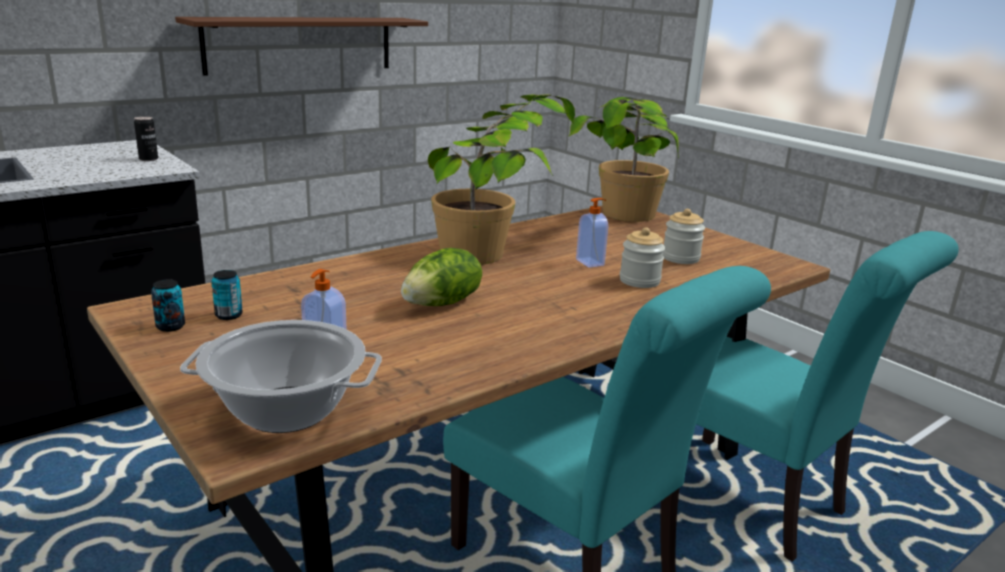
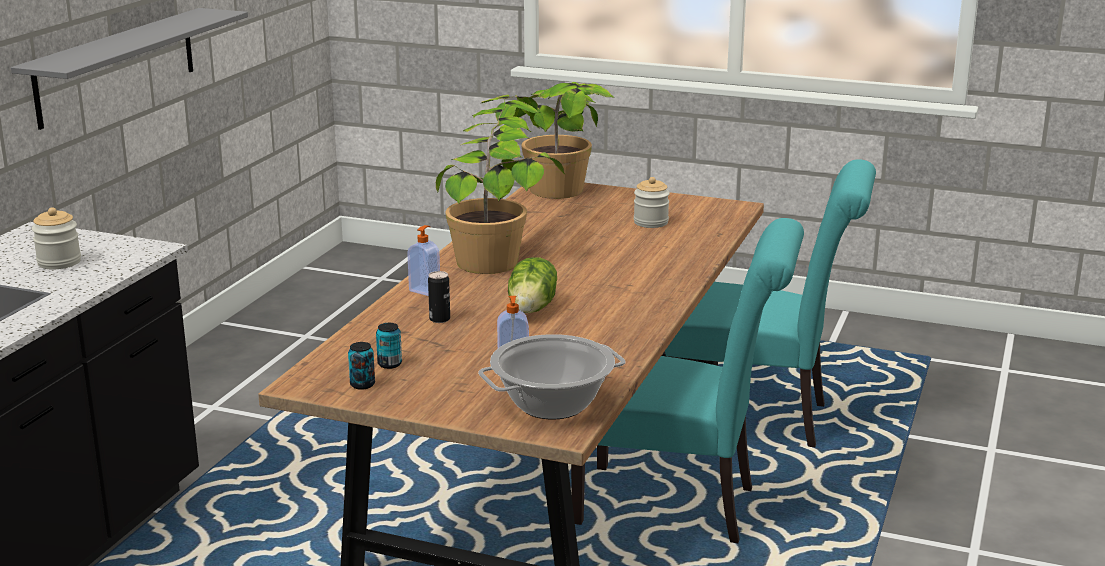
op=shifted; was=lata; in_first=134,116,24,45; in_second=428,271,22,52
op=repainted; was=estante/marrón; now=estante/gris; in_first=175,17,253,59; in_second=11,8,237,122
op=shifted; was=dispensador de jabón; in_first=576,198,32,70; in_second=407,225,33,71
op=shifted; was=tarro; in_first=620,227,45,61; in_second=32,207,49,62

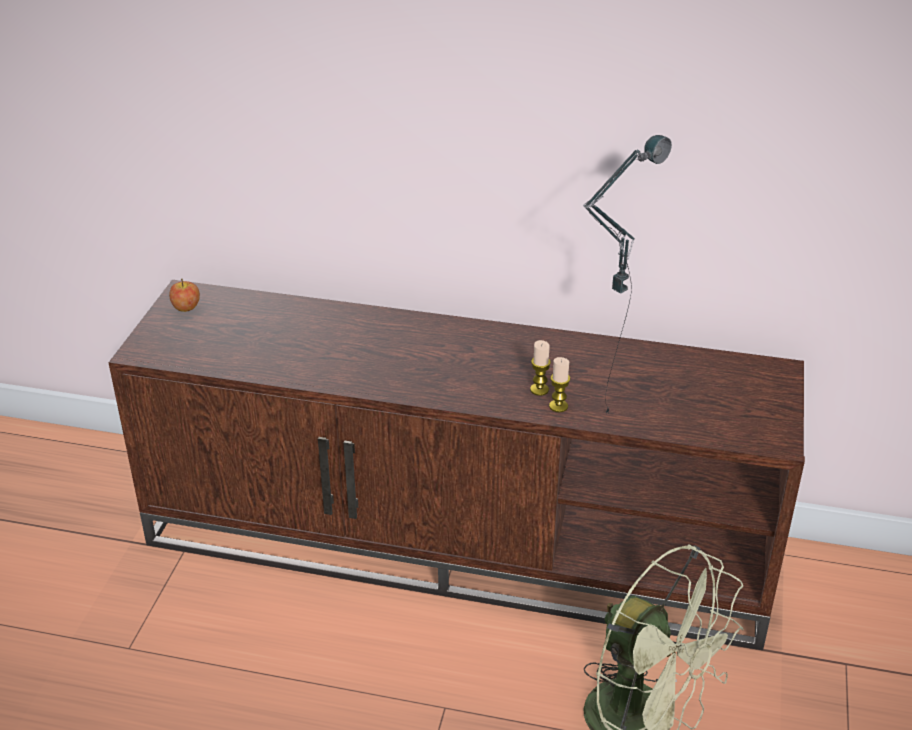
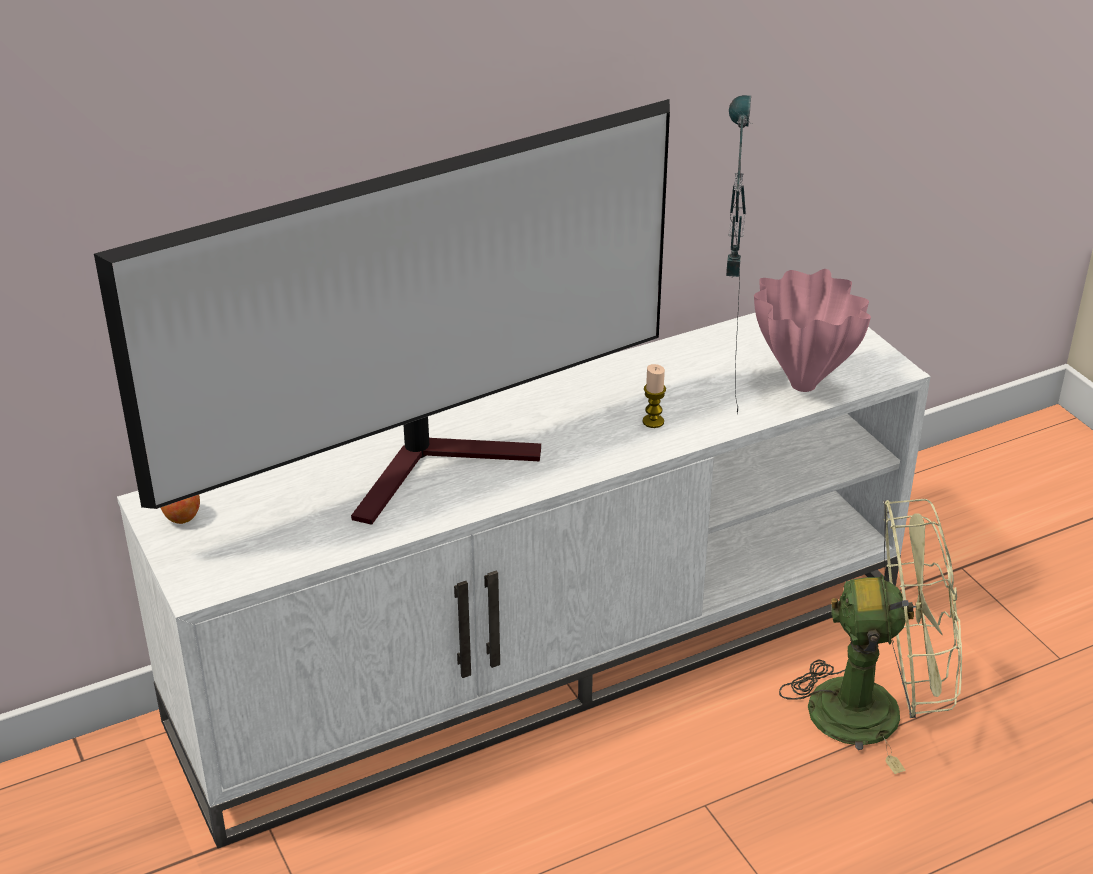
op=repainted; was=mueble de televisión/marrón; now=mueble de televisión/blanco; in_first=108,280,697,370; in_second=117,313,814,535
op=gone; was=vela; in_first=549,357,21,55
op=new; now=televisor; in_second=94,99,576,426
op=new; now=florero/rosa; in_second=754,269,117,123

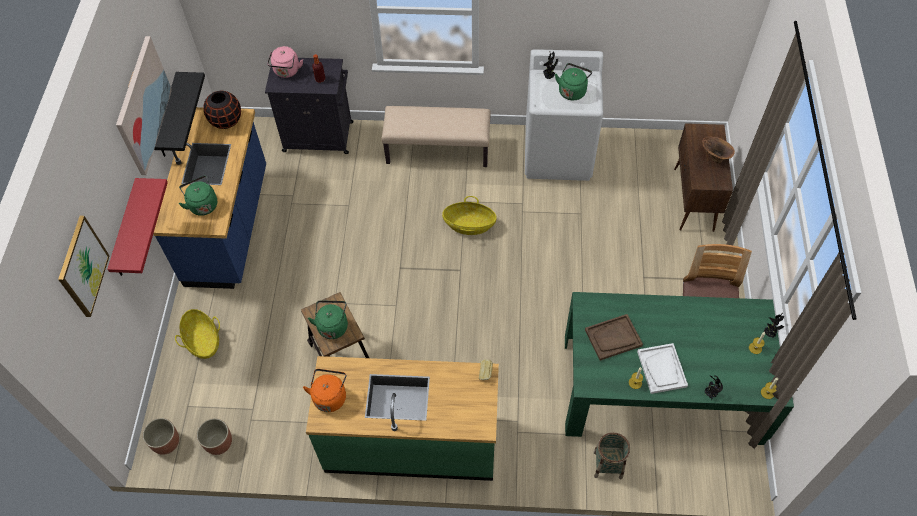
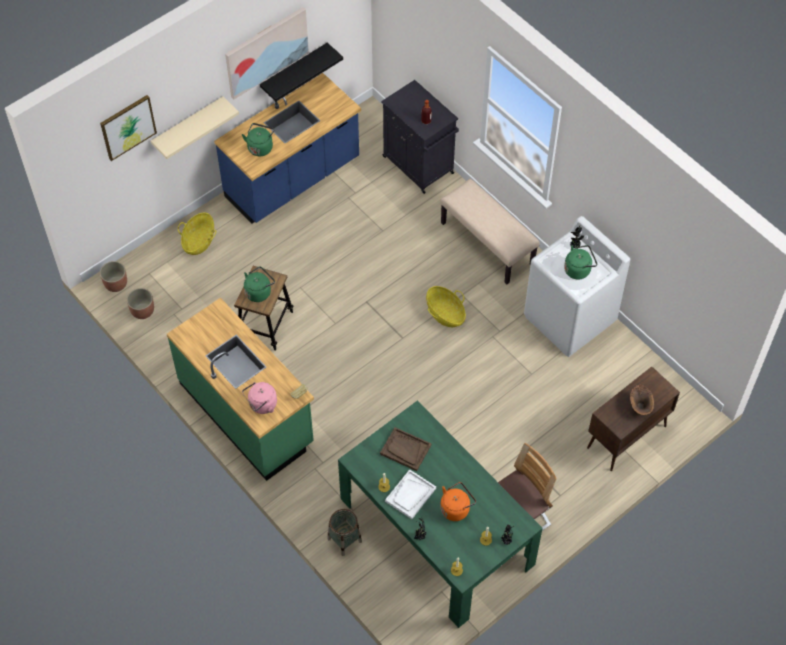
op=repainted; was=estante/rojo; now=estante/beis; in_first=107,178,61,98; in_second=151,97,88,62
op=gone; was=florero/negro; in_first=204,91,37,38
op=shifted; was=hervidor/rosa; in_first=267,46,36,32; in_second=242,382,35,32
op=shifted; was=hervidor/naranja; in_first=303,369,43,43; in_second=440,482,36,39

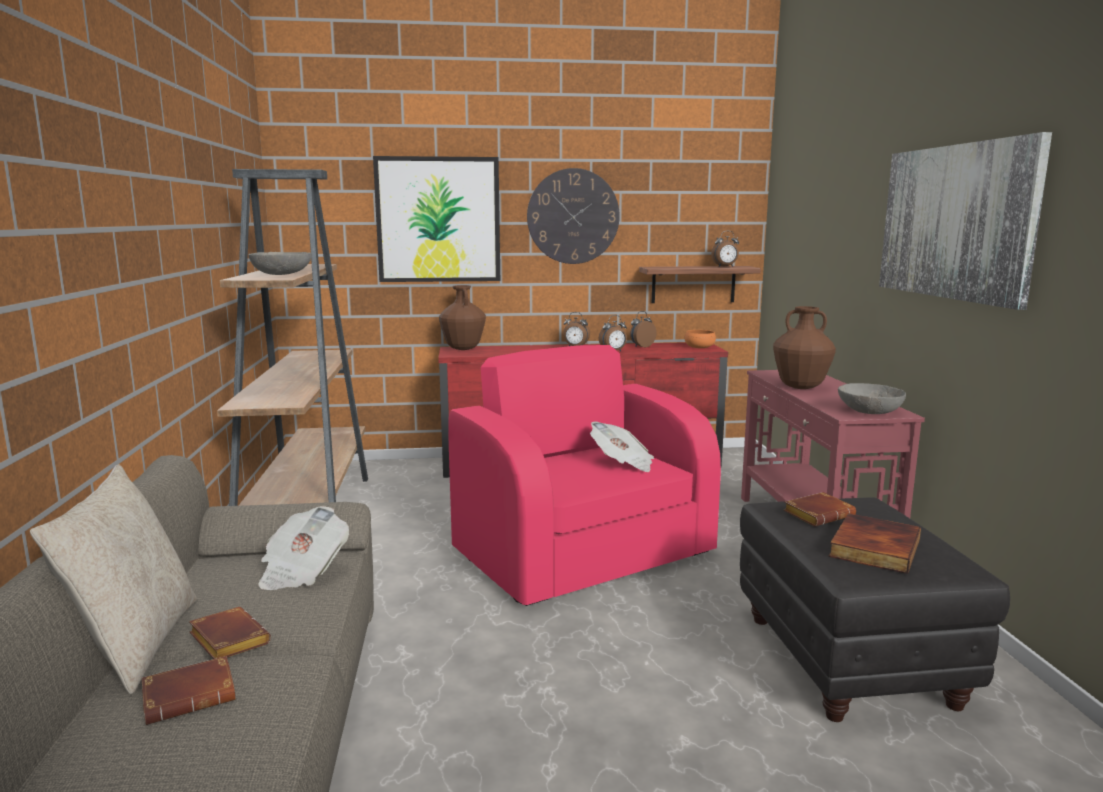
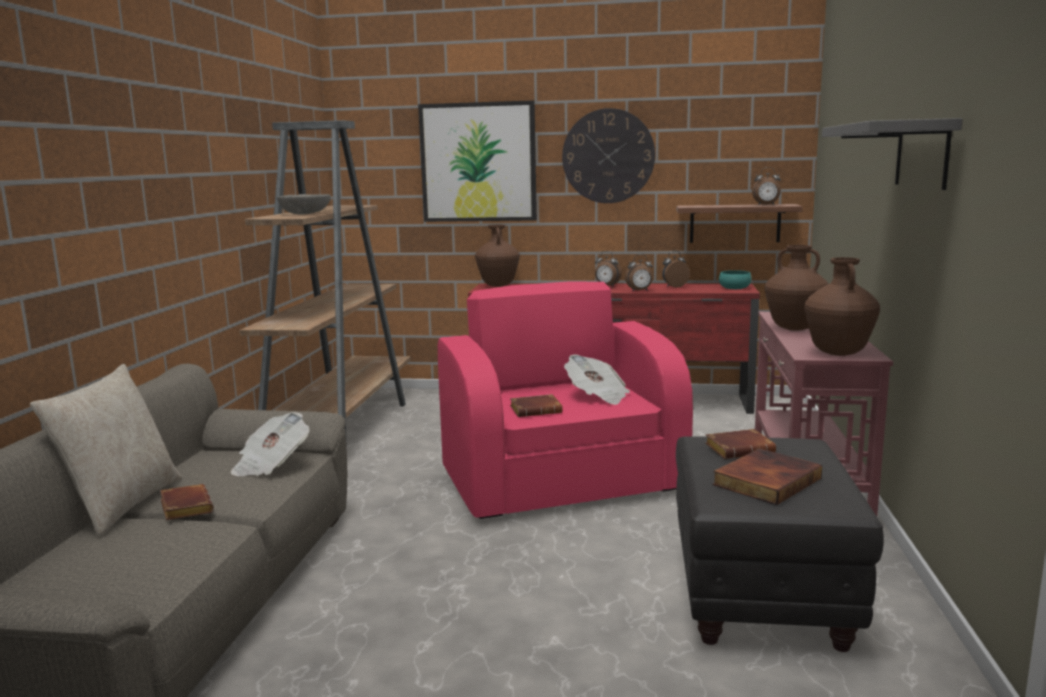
op=shifted; was=libro/marrón; in_first=142,656,93,69; in_second=510,394,53,23
op=repainted; was=cuenco/naranja; now=cuenco/turquesa; in_first=685,330,31,18; in_second=719,270,33,19
op=swapped; was=cuenco/gris; now=florero/marrón; in_first=838,383,68,31; in_second=804,257,76,99
op=swapped; was=cuadro; now=estante/gris; in_first=879,132,173,178; in_second=822,118,140,72

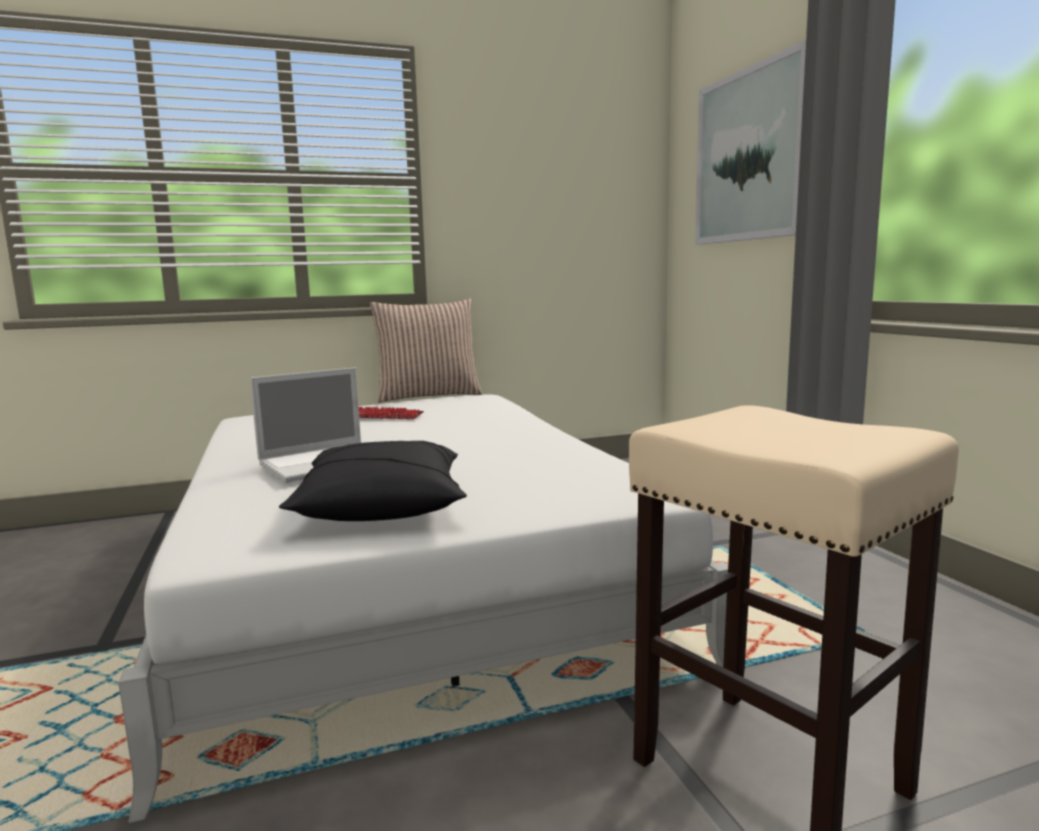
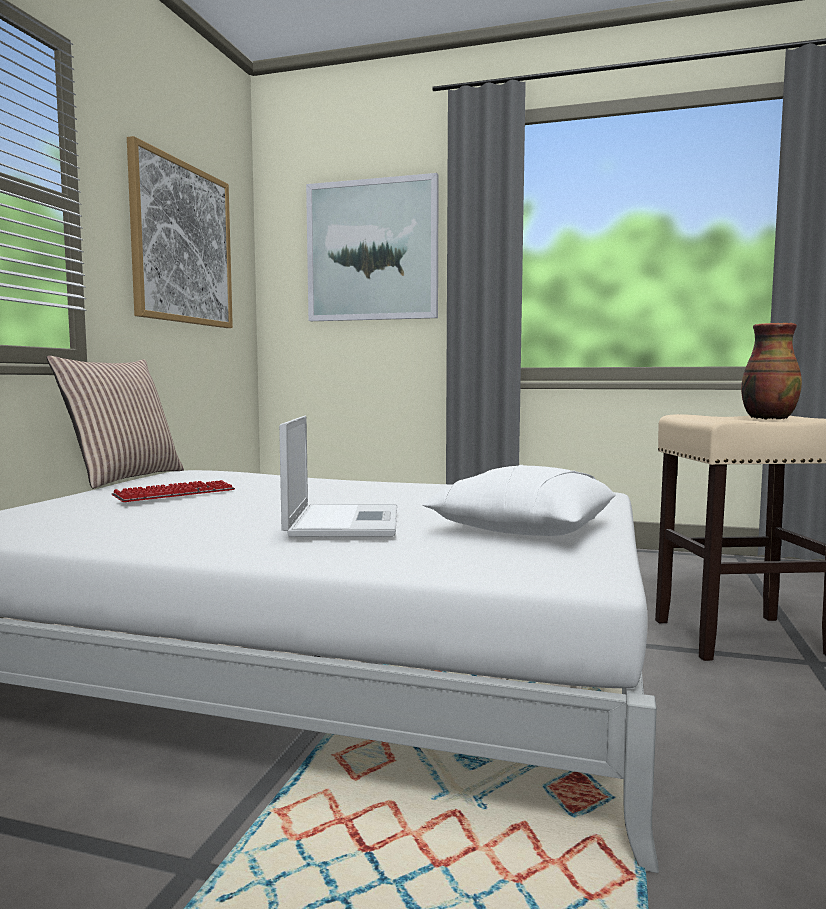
op=repainted; was=cojín/negro; now=cojín/blanco; in_first=279,441,188,80; in_second=422,465,194,71
op=new; now=cuadro; in_second=127,136,106,192
op=new; now=florero; in_second=741,323,61,96

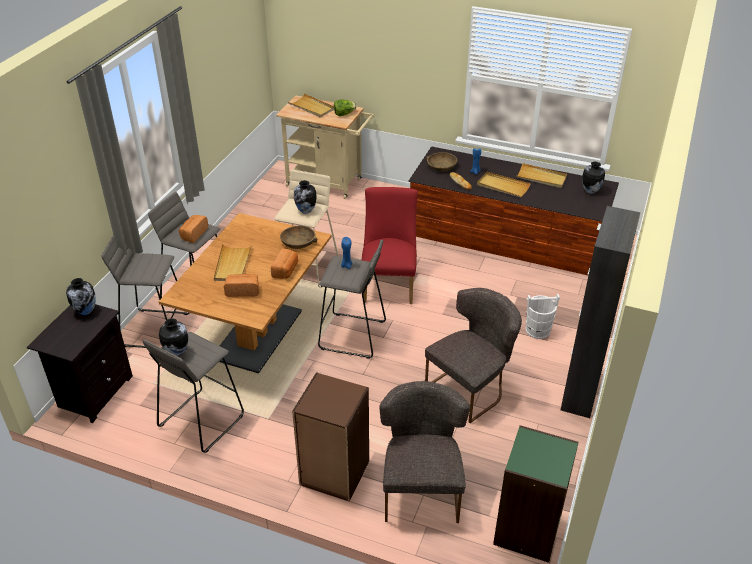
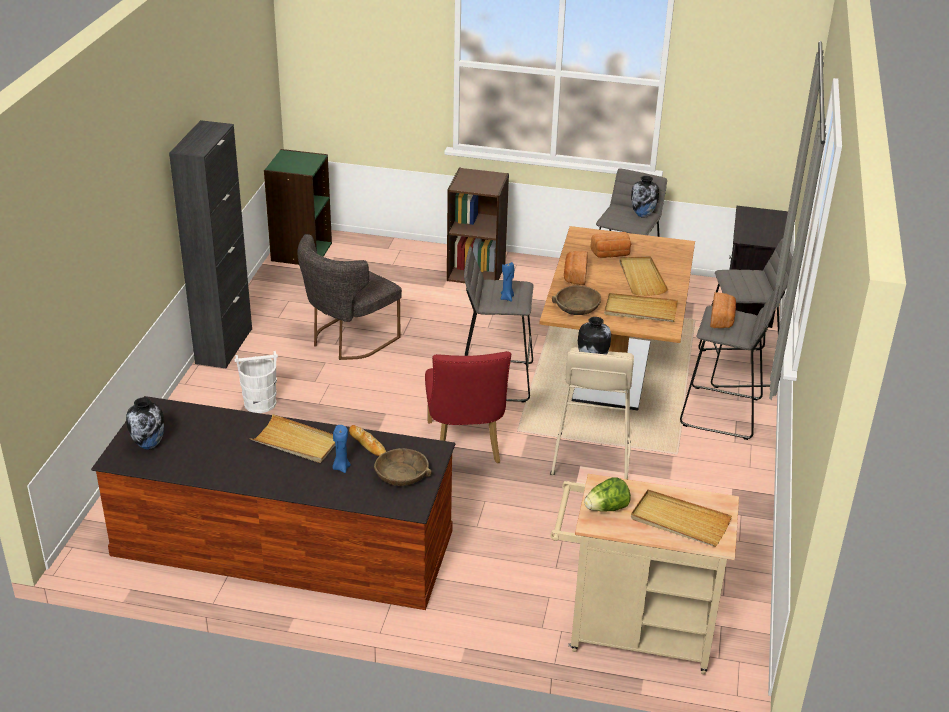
op=gone; was=florero; in_first=66,278,30,37
op=gone; was=silla/gris; in_first=379,380,91,143
op=shifted; was=bandeja/beis; in_first=516,163,51,25; in_second=604,293,74,29

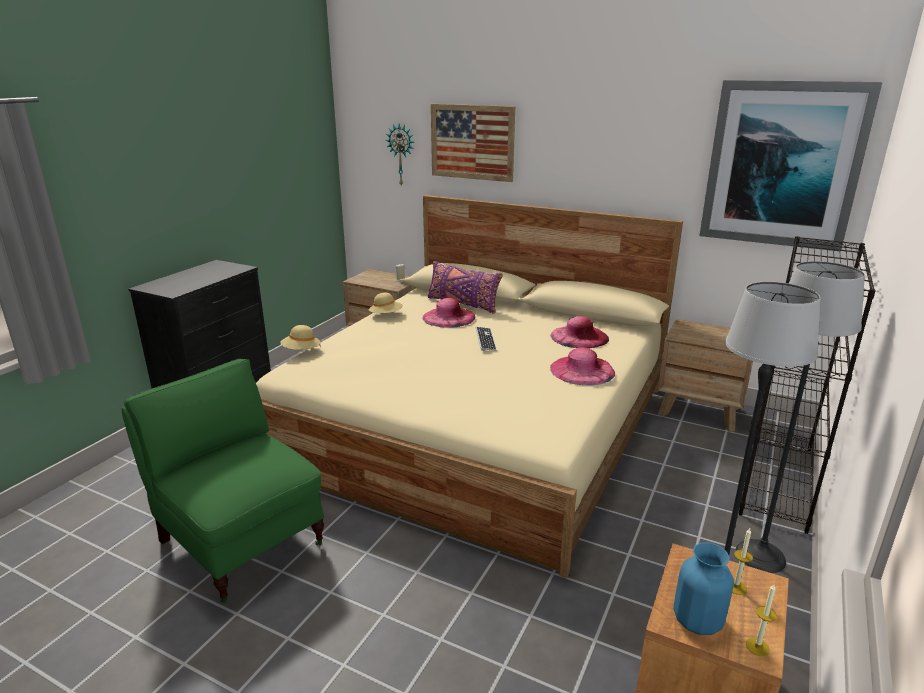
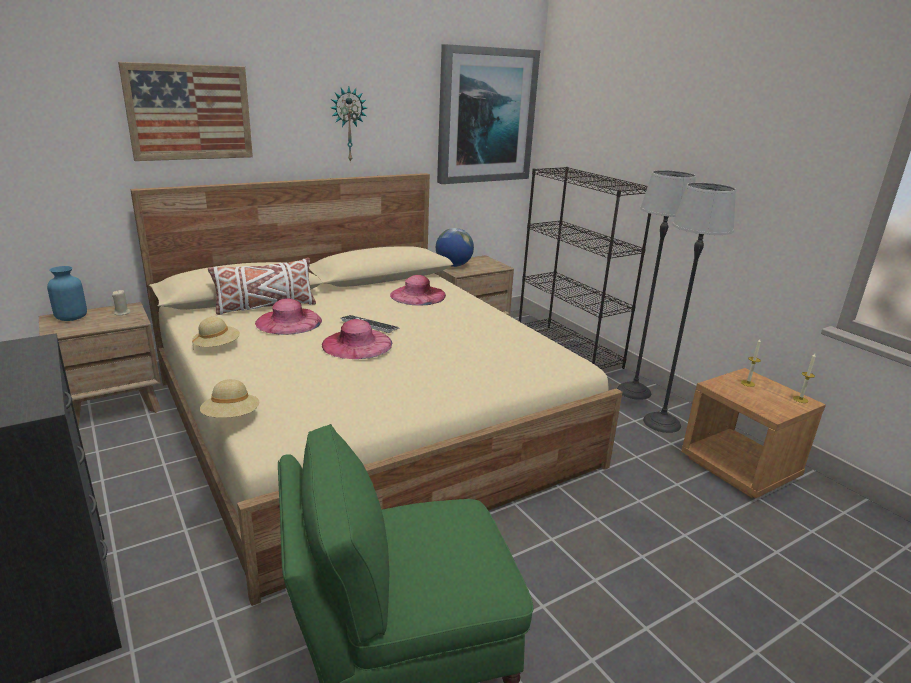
op=shifted; was=reloj de pared; in_first=385,124,29,63; in_second=331,87,36,76
op=repainted; was=cojín/morado; now=cojín/blanco; in_first=428,261,75,53; in_second=208,258,108,57
op=shifted; was=sombrero/rosa; in_first=550,347,65,38; in_second=322,319,70,40
op=shifted; was=florero/azul; in_first=673,543,61,92; in_second=47,266,40,55
op=new; now=globo terráqueo; in_second=436,228,38,39

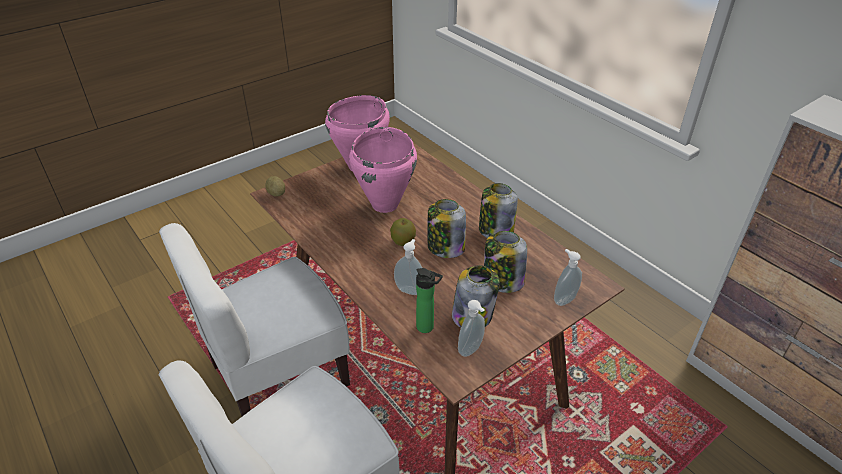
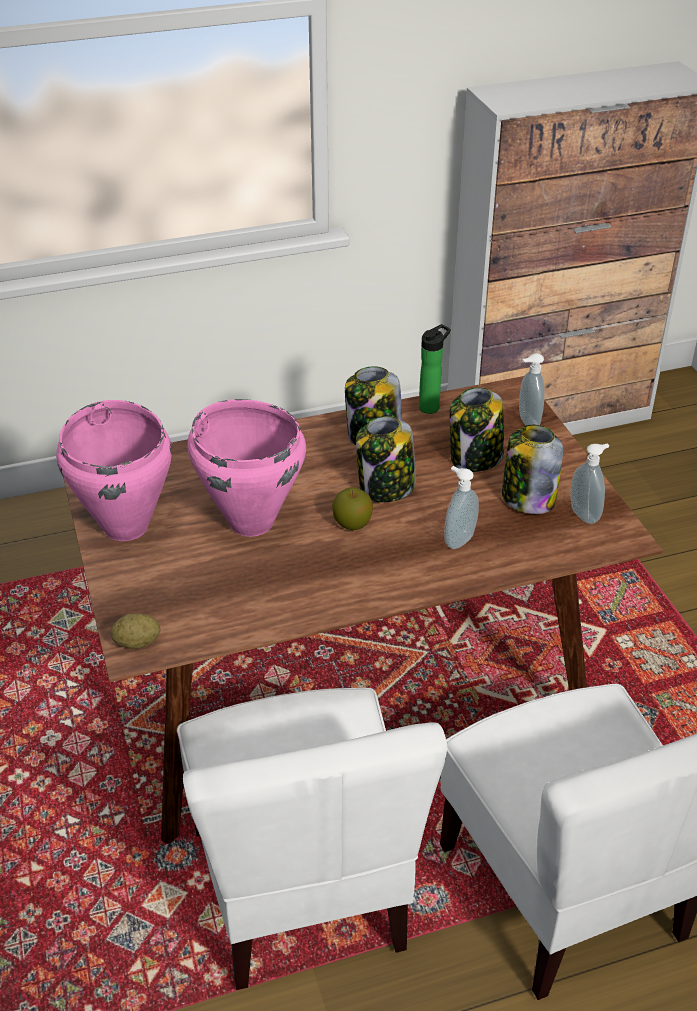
op=shifted; was=botella; in_first=416,268,27,65; in_second=419,324,32,90

